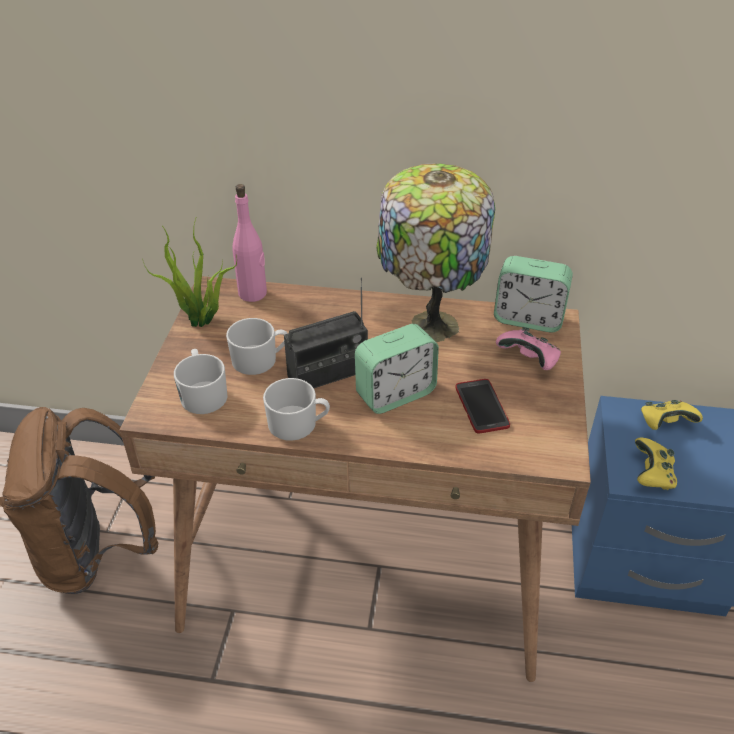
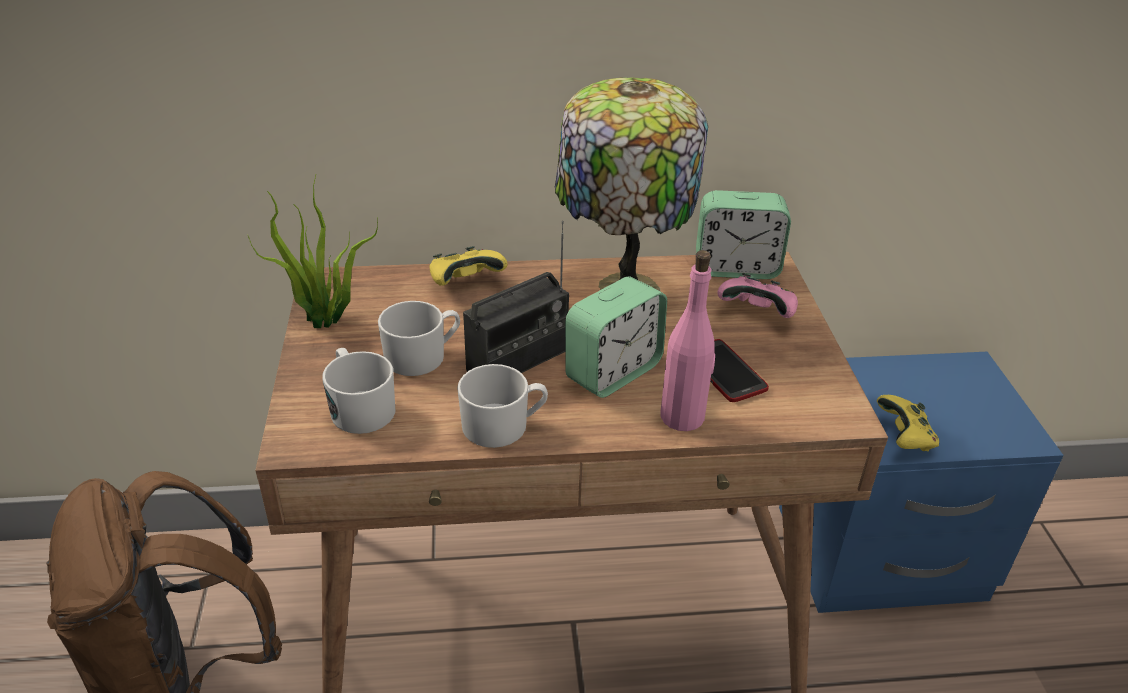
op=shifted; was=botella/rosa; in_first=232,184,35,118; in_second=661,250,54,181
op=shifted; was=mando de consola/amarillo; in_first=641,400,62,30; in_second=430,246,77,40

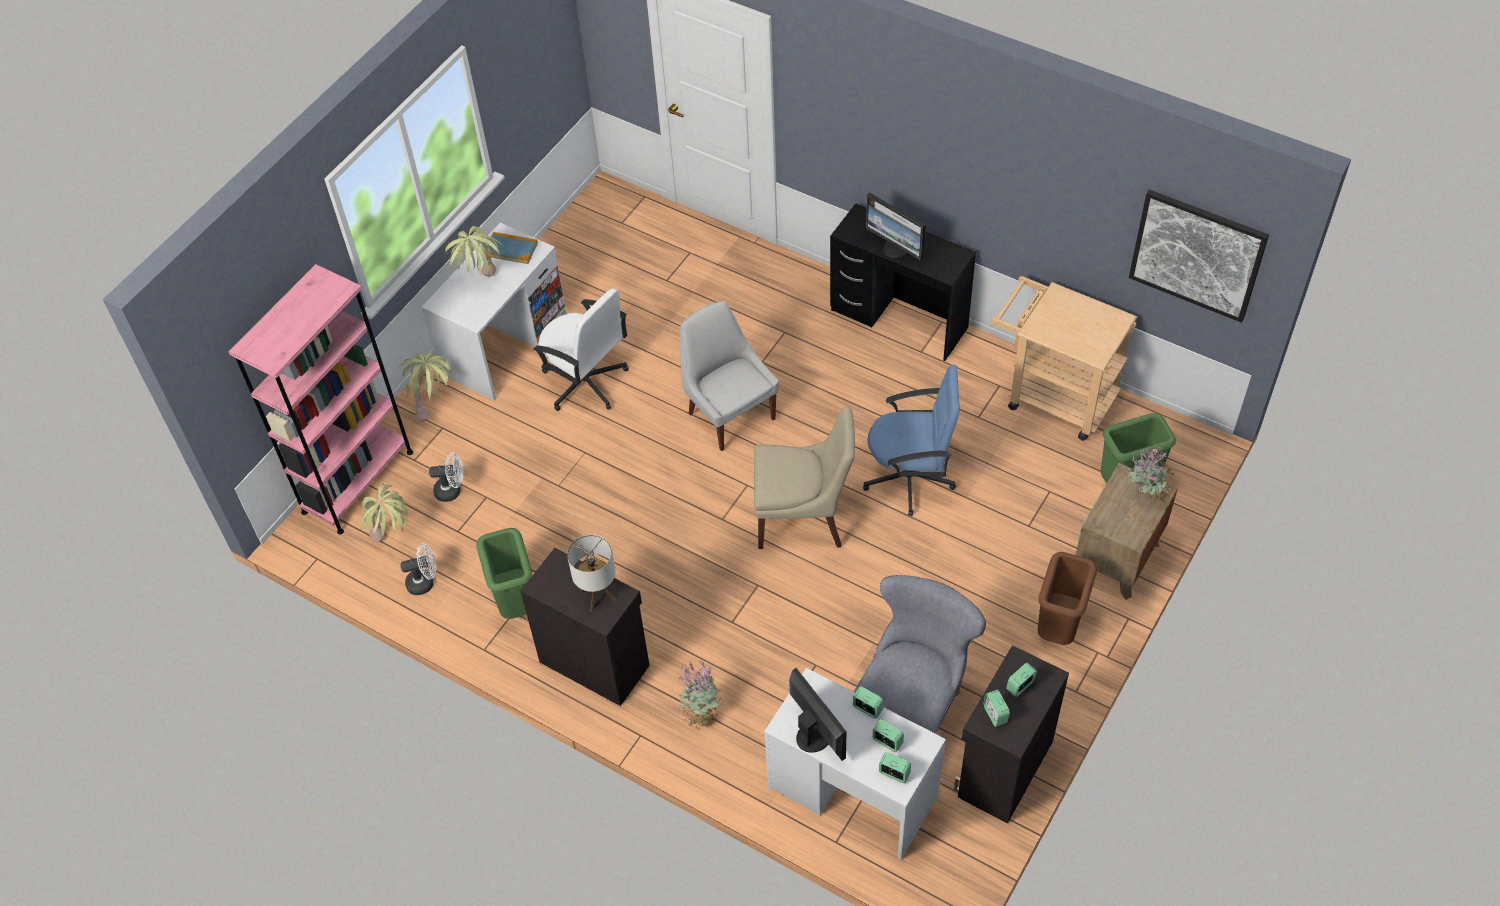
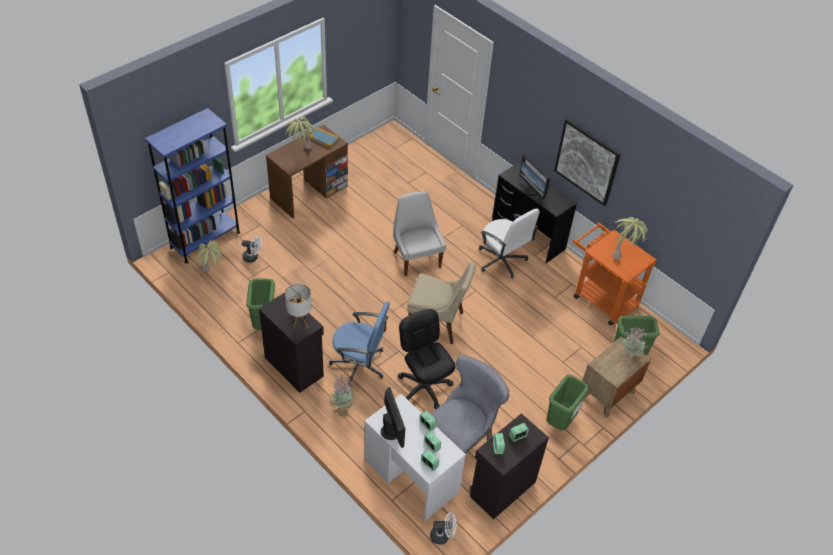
op=repainted; was=estantería/rosa; now=estantería/azul; in_first=229,264,184,270; in_second=145,108,95,156
op=shifted; was=planta en maceta; in_first=399,352,54,70; in_second=612,217,36,43
op=shifted; was=ventilador/blanco; in_first=400,543,37,52; in_second=430,512,27,33
op=repainted; was=escritorio/blanco; now=escritorio/marrón; in_first=421,223,145,177; in_second=266,125,82,93
op=shifted; was=silla de oficina/blanco; in_first=533,288,96,123; in_second=479,208,61,71
op=shifted; was=silla de oficina/azul; in_first=863,365,97,151; in_second=329,301,61,86
op=repainted; was=carrito/beis; now=carrito/naranja; in_first=990,276,147,165; in_second=572,222,85,103
op=repainted; was=papelera/marrón; now=papelera/verde; in_first=1038,552,59,93; in_second=547,375,42,56
op=shifted; was=cuadro; in_first=1129,190,140,133; in_second=554,119,67,87
op=new; now=silla de oficina/negro; in_second=398,309,57,100

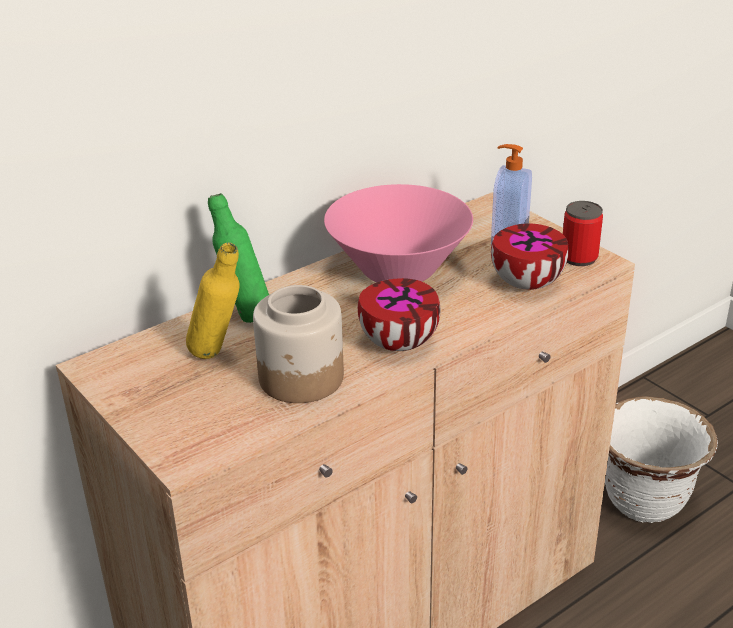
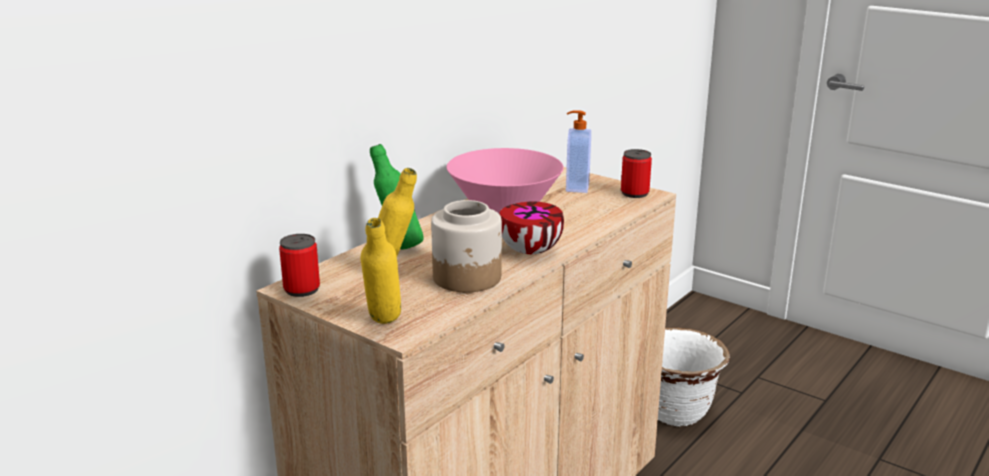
op=gone; was=cuenco; in_first=491,223,78,67
op=new; now=lata; in_second=279,234,41,63
op=new; now=botella/amarillo; in_second=361,218,40,106

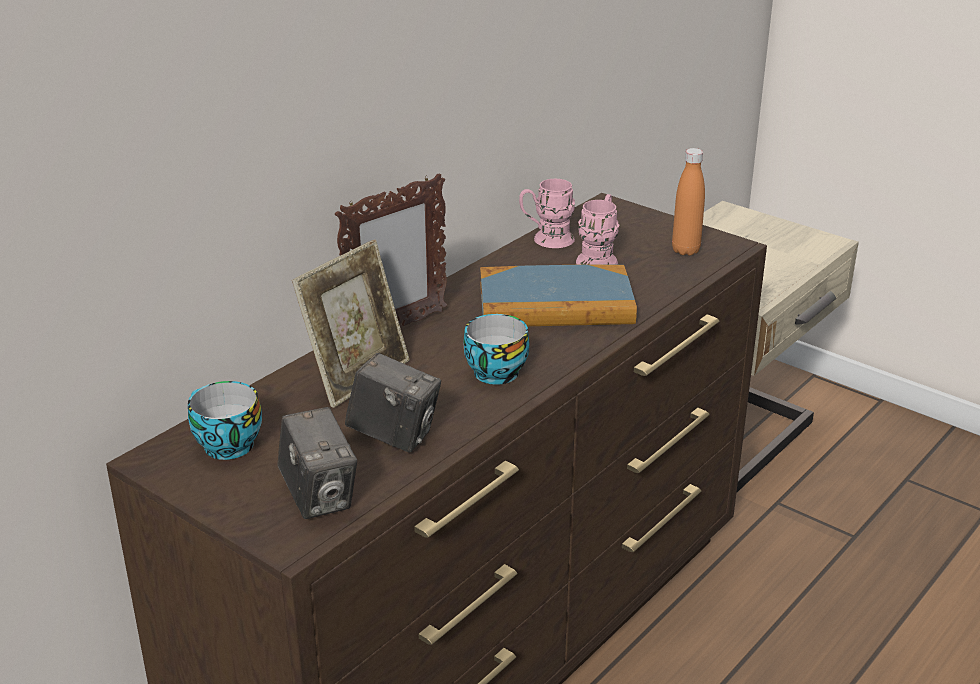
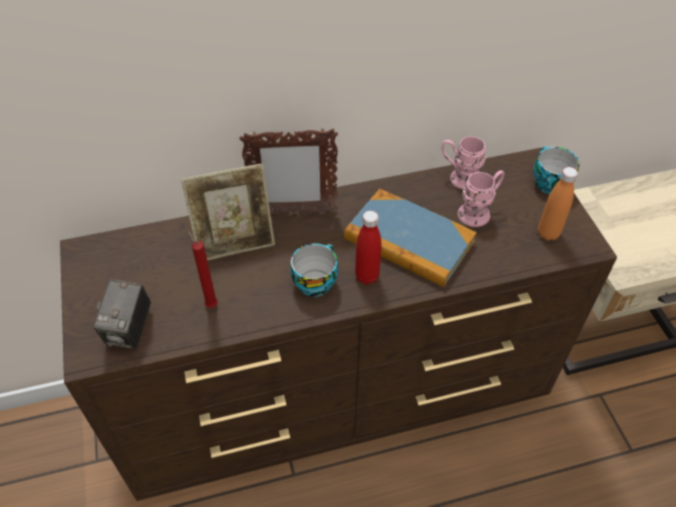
op=shifted; was=taza; in_first=188,381,74,79; in_second=533,146,47,48
op=swapped; was=cámara; now=vela/rojo; in_first=345,352,96,100; in_second=188,231,30,77
op=new; now=botella/rojo; in_second=355,211,27,74

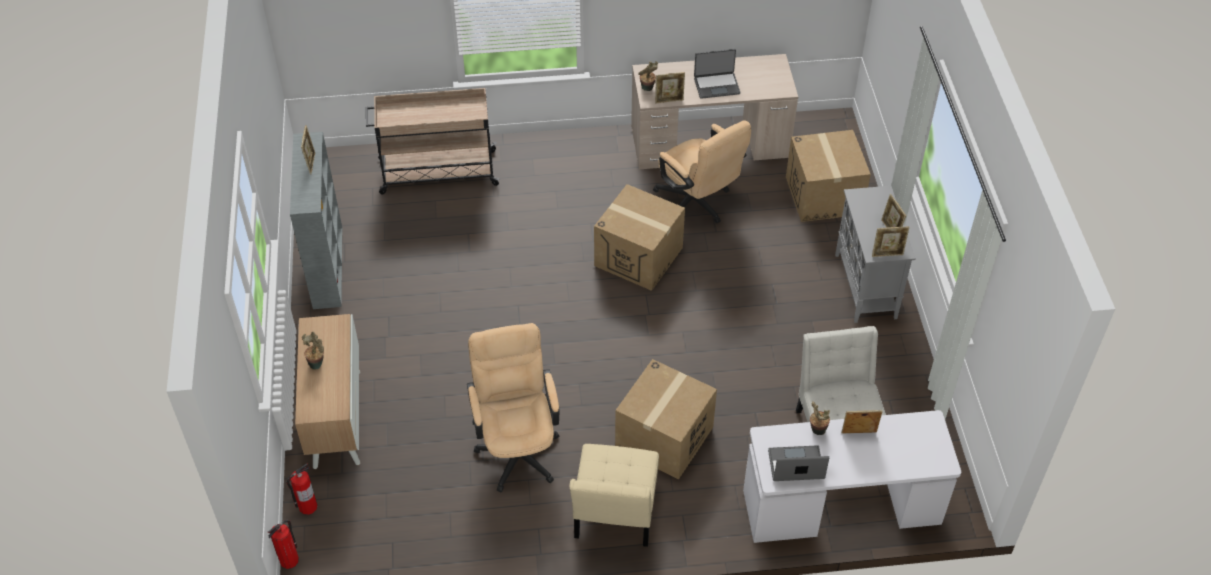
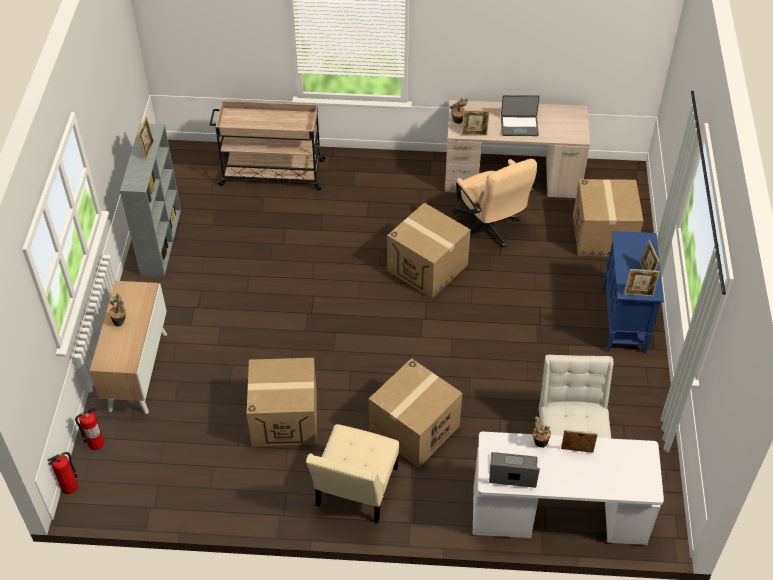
op=swapped; was=silla de oficina/beis; now=caja de cartón; in_first=467,323,93,169; in_second=247,358,70,89
op=repainted; was=armario/gris; now=armario/azul; in_first=835,186,81,137; in_second=602,231,62,123

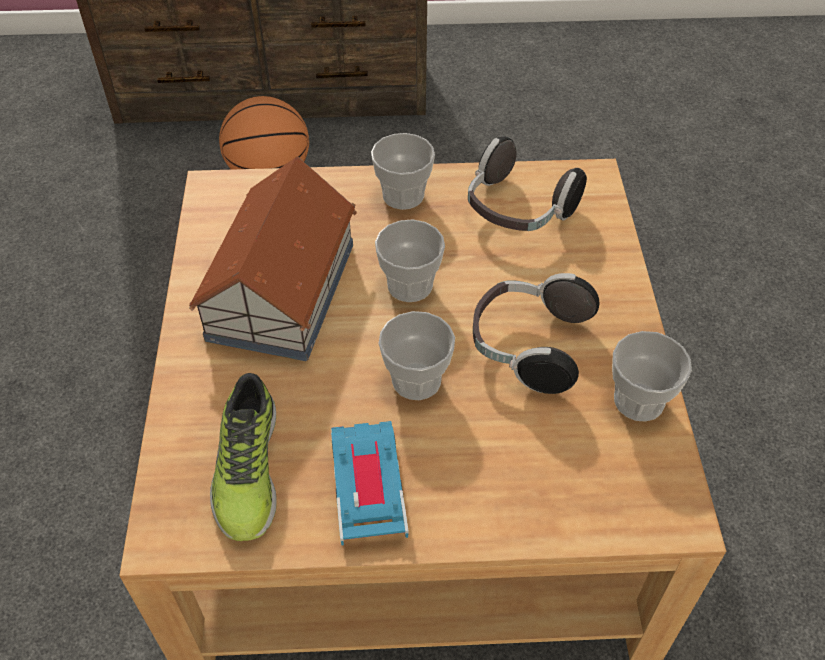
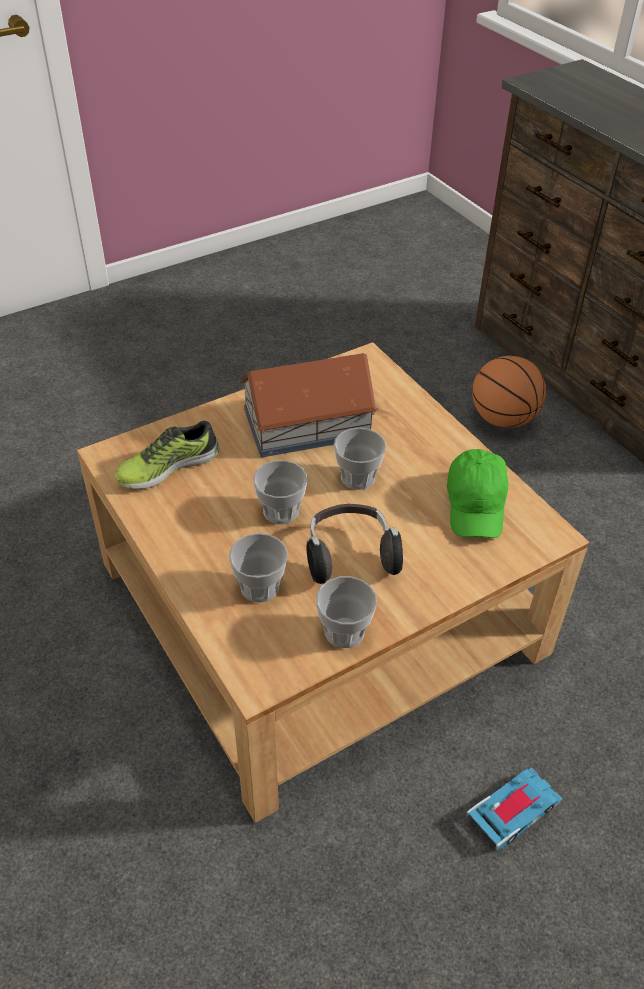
op=shifted; was=coche de juguete; in_first=331,421,78,125; in_second=466,768,96,82
op=shifted; was=taza; in_first=371,133,64,77; in_second=229,533,59,70
op=swapped; was=auriculares; now=gorra/verde; in_first=468,136,119,95; in_second=447,449,62,89

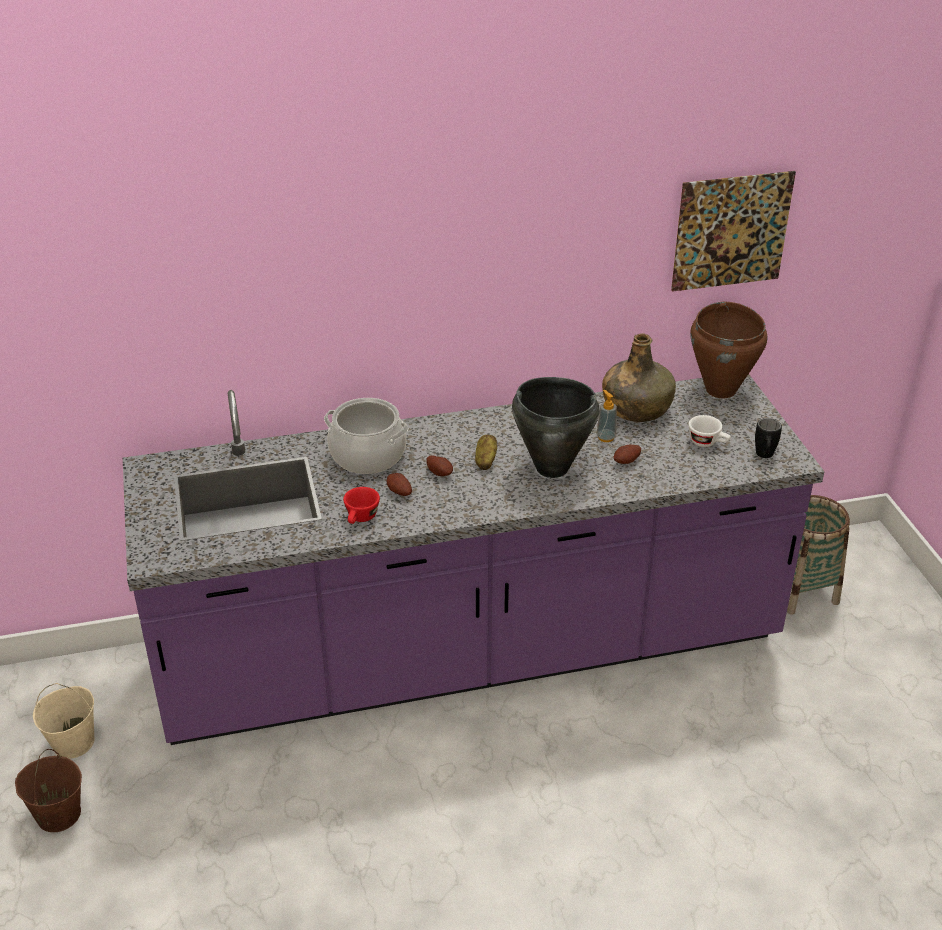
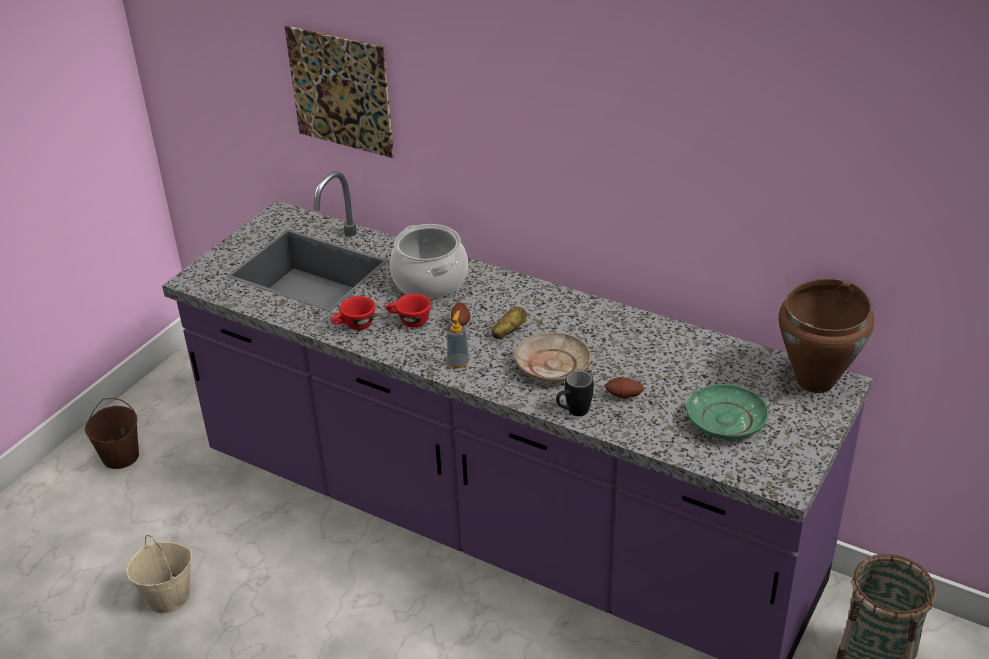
op=shifted; was=cubo/beis; in_first=33,683,62,76; in_second=126,535,66,78
op=swapped; was=patata; now=taza/rojo; in_first=387,473,25,23; in_second=386,294,45,34
op=swapped; was=olla/negro; now=plato/beis; in_first=512,377,87,101; in_second=515,332,76,50
op=shifted; was=dispensador de jabón; in_first=597,390,20,52; in_second=447,311,22,58
op=gone; was=botella/verde; in_first=602,333,74,89
op=shifted; was=cuadro; in_first=671,171,125,121; in_second=285,26,109,132
op=swapped; was=taza/blanco; now=plato/verde; in_first=688,415,43,32; in_second=686,384,82,55
op=shifted; was=taza grande/negro; in_first=755,418,27,40; in_second=556,370,38,46

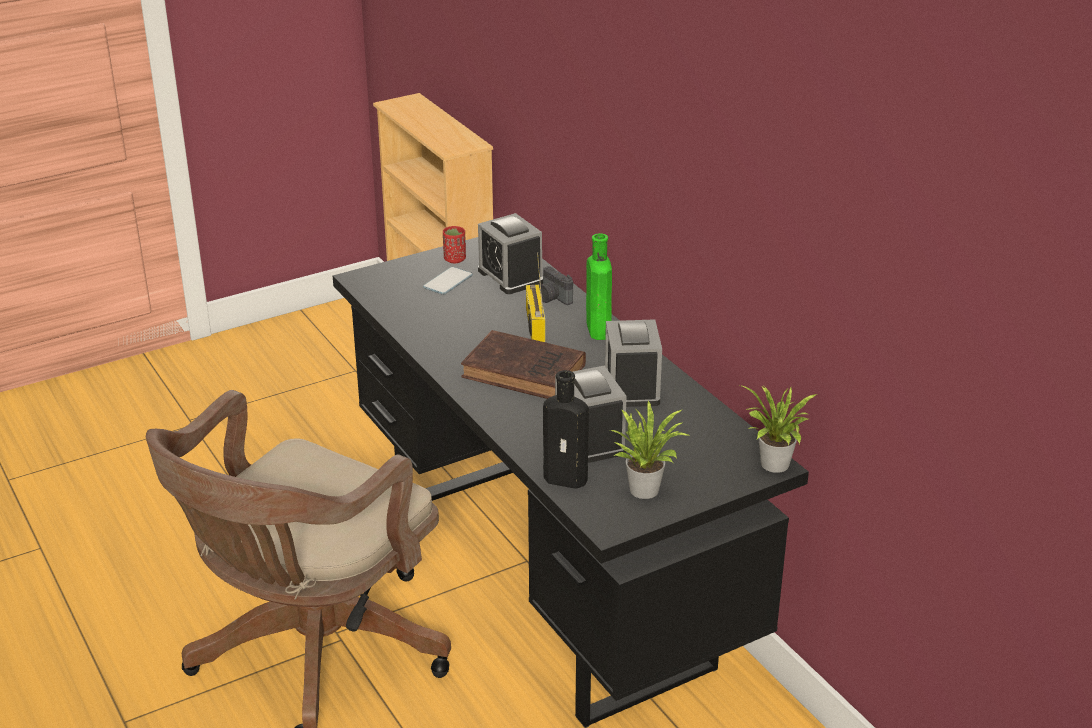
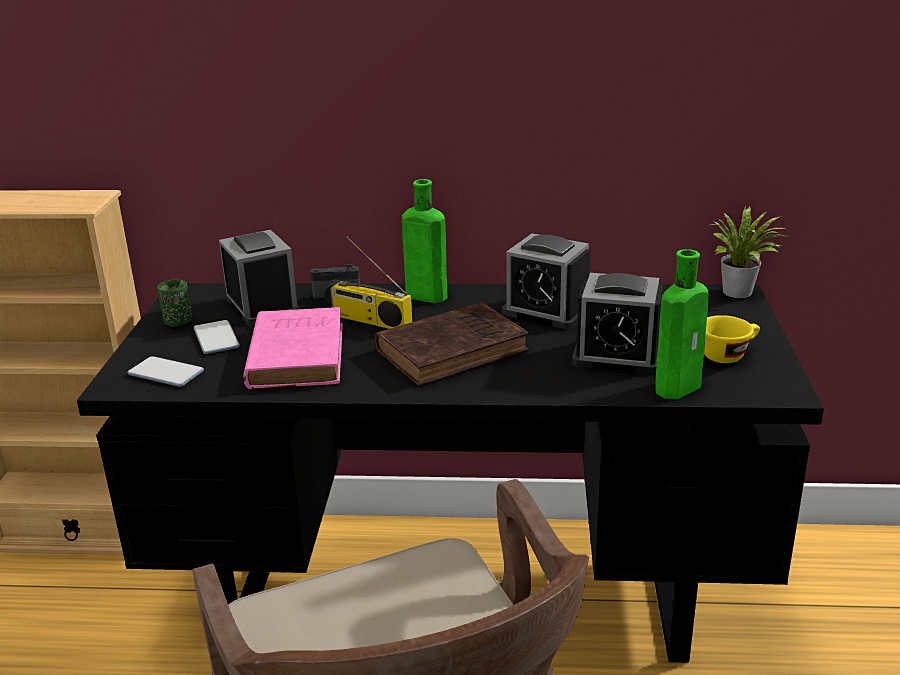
op=repainted; was=taza/rojo; now=taza/verde; in_first=443,226,23,37; in_second=157,279,35,48
op=rotated; was=despertador; in_first=478,213,65,81; in_second=219,230,80,95; clockwise=-120
op=repainted; was=botella/negro; now=botella/verde; in_first=543,370,46,119; in_second=655,249,54,150
op=swapped; was=planta en maceta; now=taza/amarillo; in_first=610,400,81,99; in_second=704,315,56,48
op=new; now=móvil; in_second=128,356,76,31
op=new; now=libro/rosa; in_second=243,307,100,82

